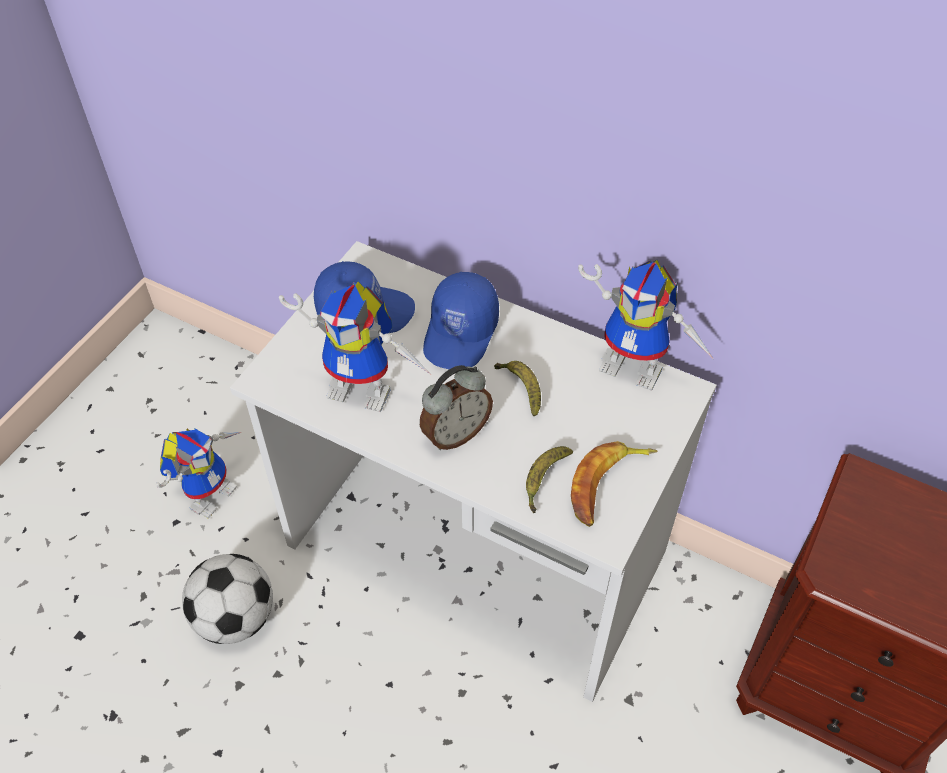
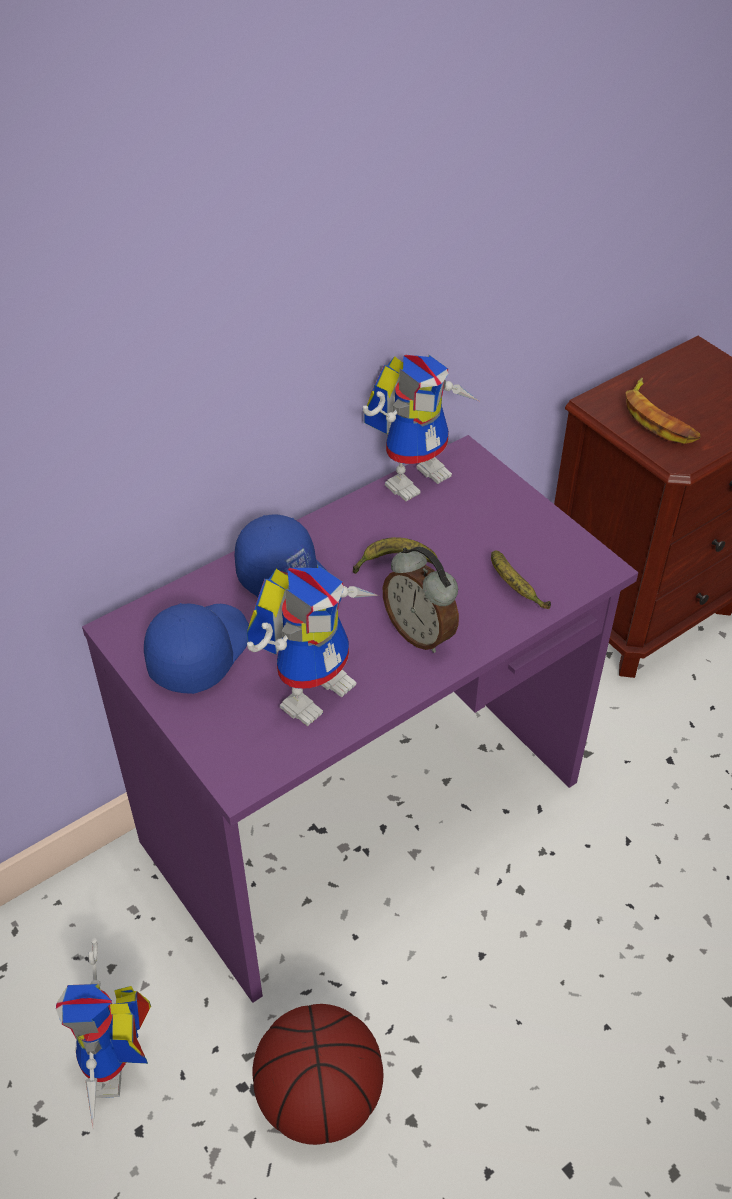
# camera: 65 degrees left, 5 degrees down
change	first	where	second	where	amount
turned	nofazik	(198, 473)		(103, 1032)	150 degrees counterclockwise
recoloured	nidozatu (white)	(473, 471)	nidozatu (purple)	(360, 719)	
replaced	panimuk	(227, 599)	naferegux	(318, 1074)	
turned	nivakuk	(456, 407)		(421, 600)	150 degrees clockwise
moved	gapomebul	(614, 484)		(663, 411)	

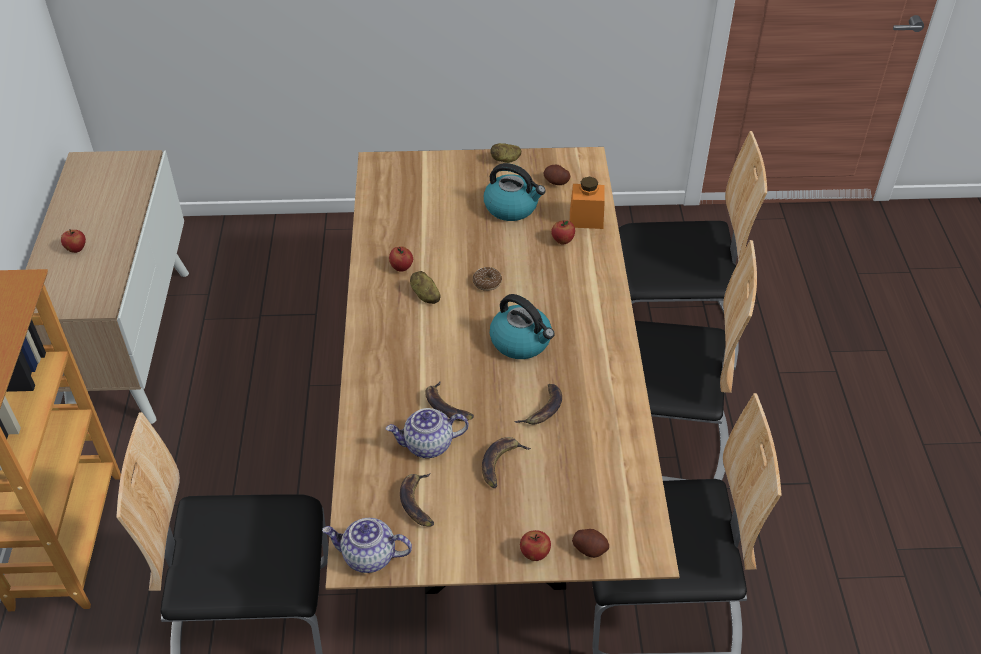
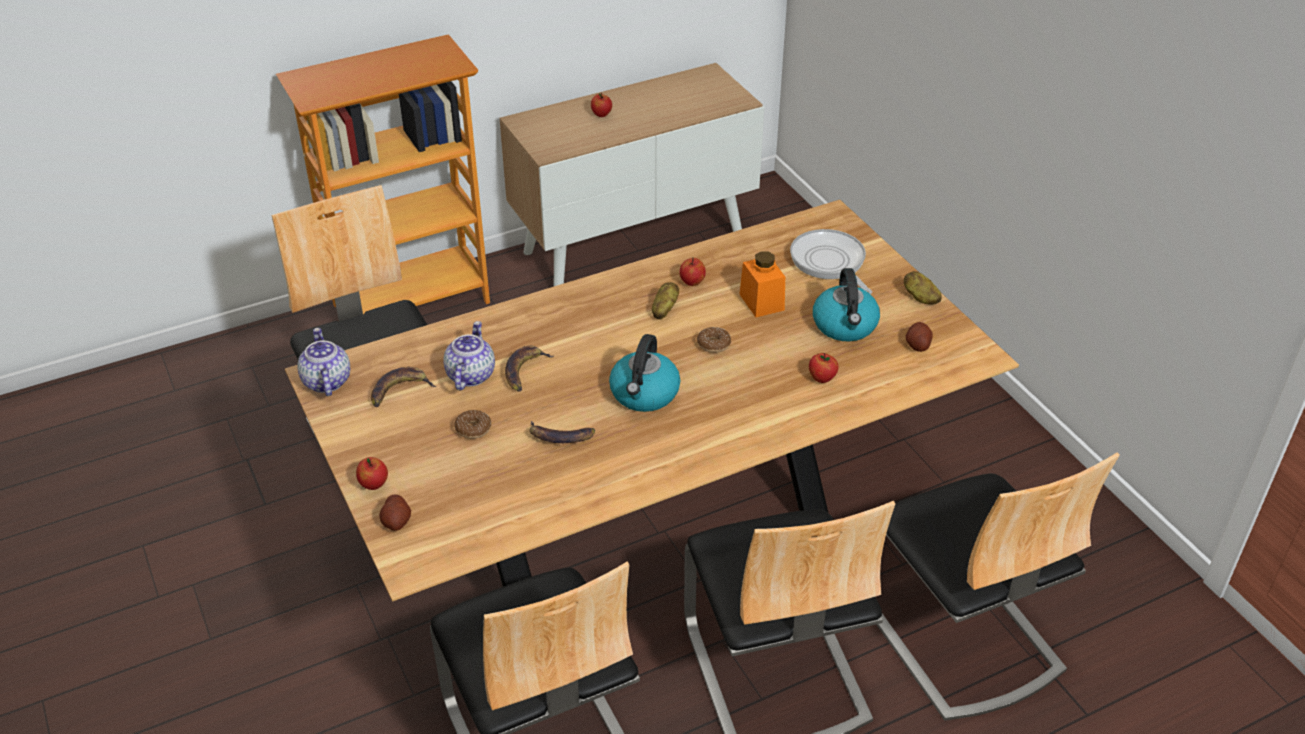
# camera: 65 degrees right, 5 degrees down
change	first	where	second	where	amount
turned	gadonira	(427, 433)		(469, 355)	45 degrees clockwise
replaced	gapomebul	(506, 462)	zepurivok	(472, 424)	
moved	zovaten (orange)	(587, 203)		(762, 284)	
added			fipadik	(831, 261)	

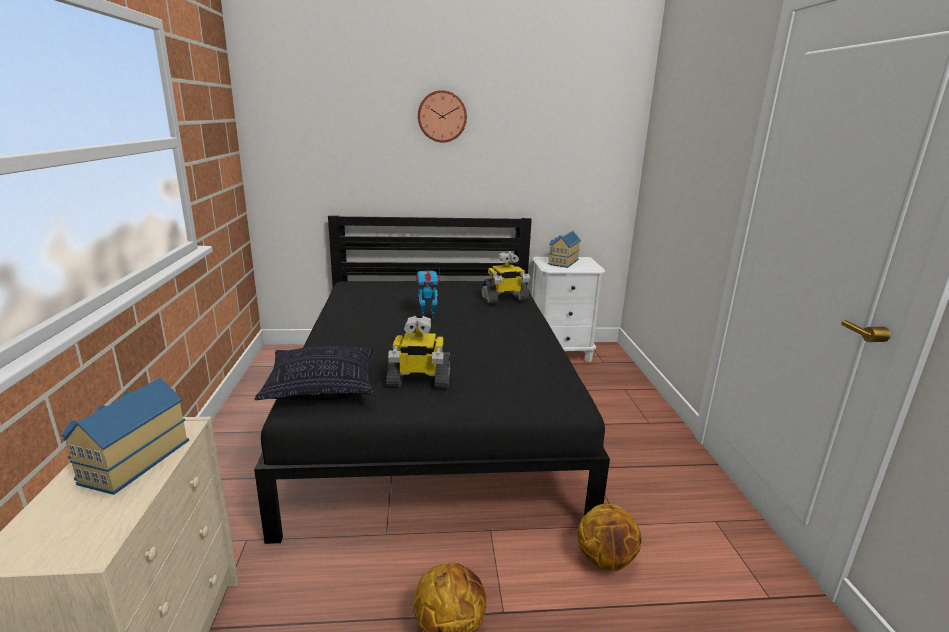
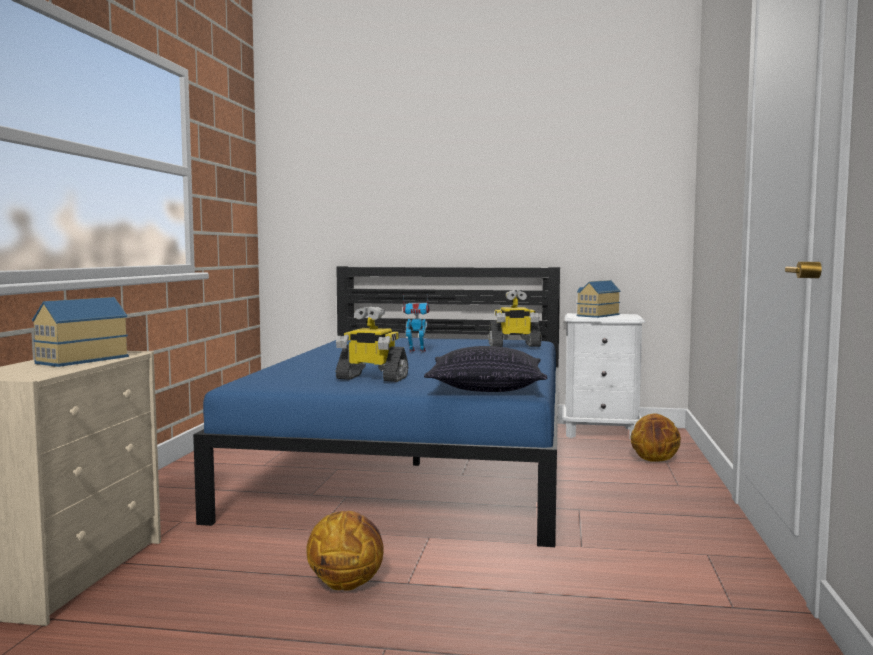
# camera: 15 degrees right, 15 degrees down
change	first	where	second	where	amount
recoloured	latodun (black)	(432, 379)	latodun (blue)	(376, 406)	
moved	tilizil	(314, 373)		(486, 369)	
moved	naferegux	(609, 537)		(656, 438)	
removed	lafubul	(442, 116)			

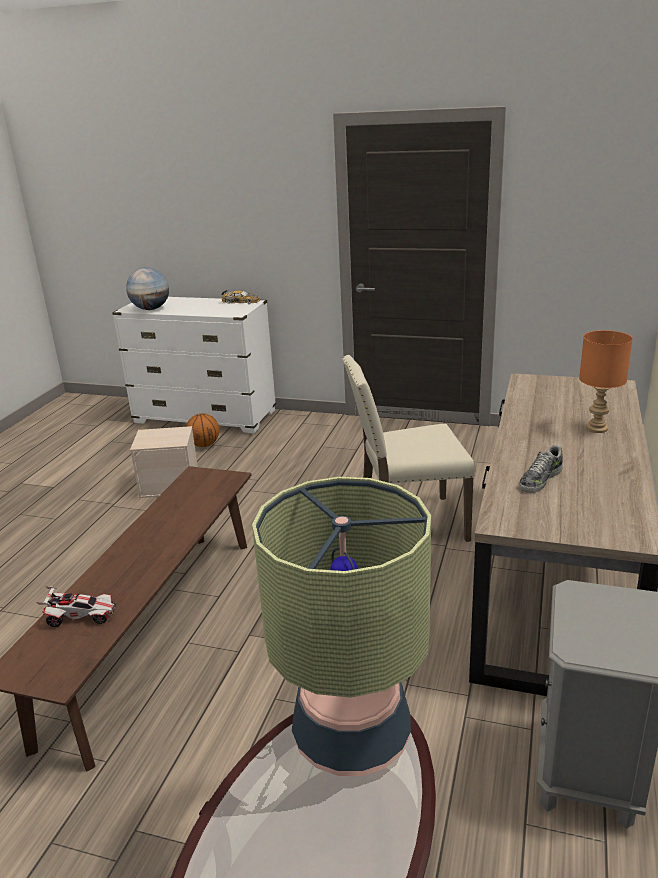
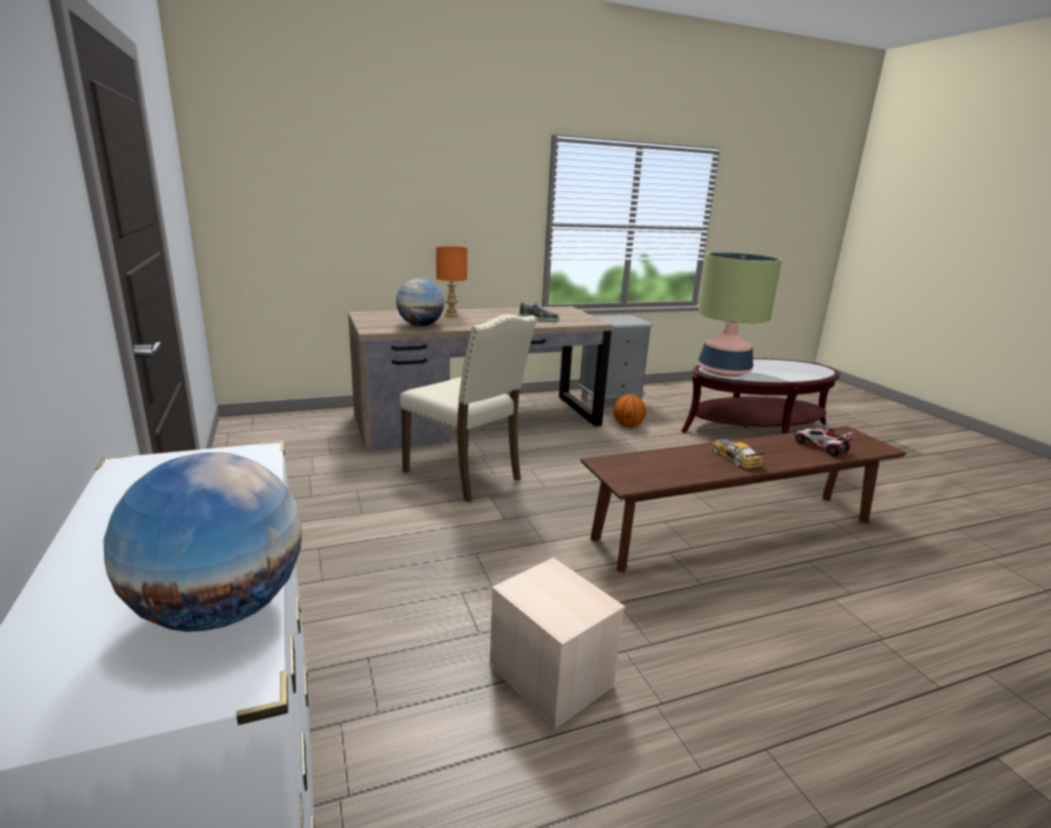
# camera: 130 degrees left, 5 degrees down
change	first	where	second	where	amount
added			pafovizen	(420, 302)	
moved	naferegux	(202, 430)		(629, 410)	
moved	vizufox	(241, 297)		(737, 453)	

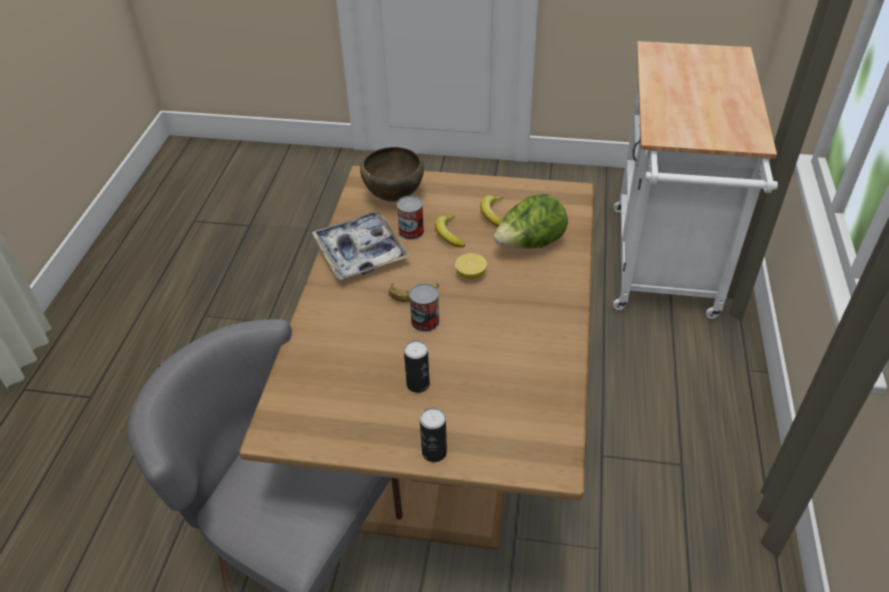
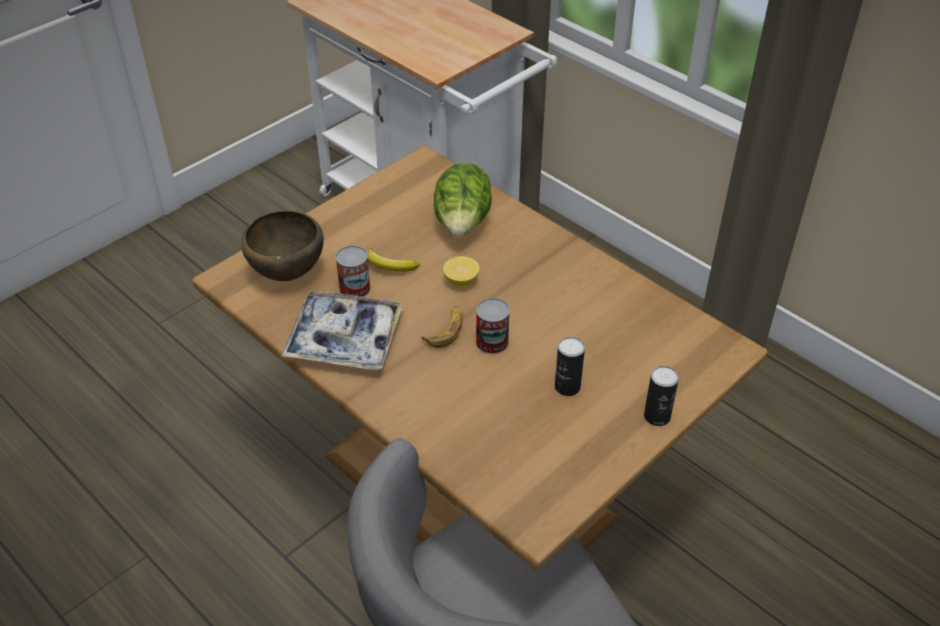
# camera: 55 degrees left, 0 degrees up
change	first	where	second	where	amount
removed	gapomebul	(491, 211)			

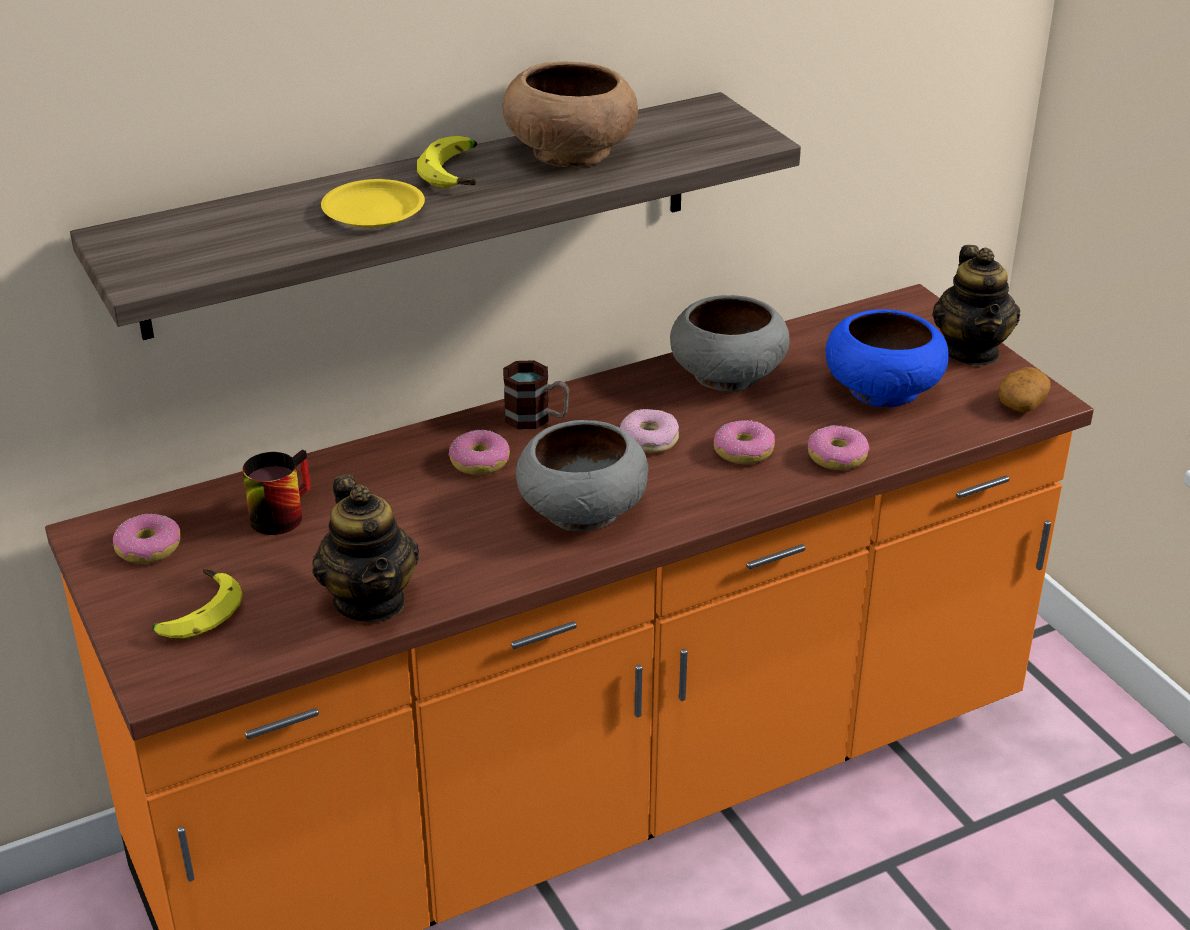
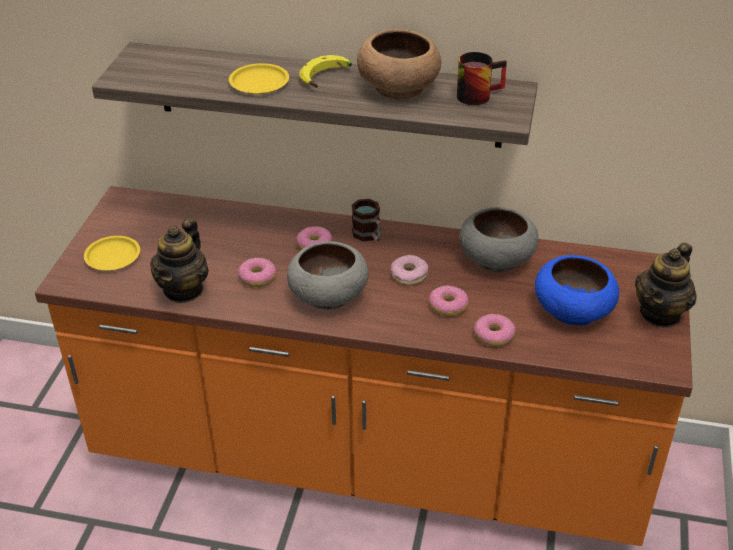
# camera: 40 degrees right, 5 degrees up
change	first	where	second	where	amount
replaced	gapomebul	(197, 604)	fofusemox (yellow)	(112, 253)	
moved	zepurivok	(147, 538)		(257, 272)	
moved	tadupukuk	(276, 492)		(482, 78)	
removed	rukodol	(1024, 390)			

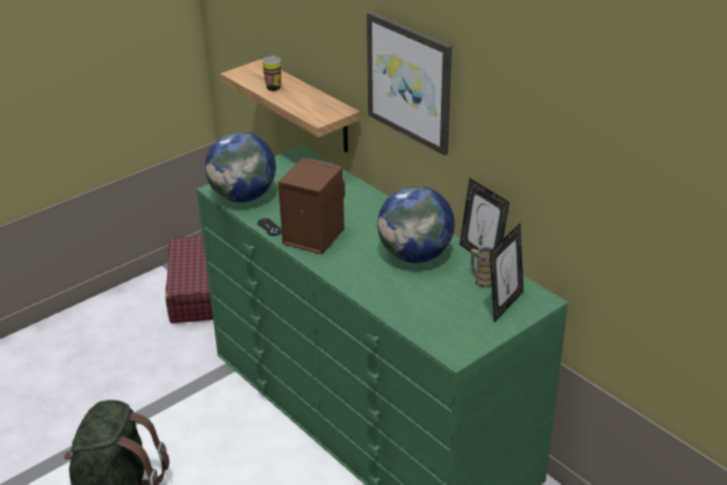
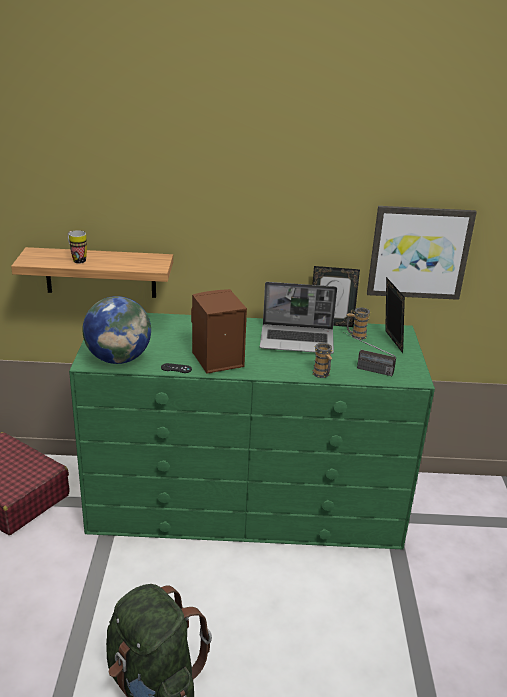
# camera: 50 degrees left, 5 degrees down
change	first	where	second	where	amount
replaced	pafovizen	(416, 224)	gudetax	(298, 318)	
added			tadupukuk	(322, 360)	
added			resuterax	(370, 354)	
moved	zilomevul	(409, 84)		(422, 253)	

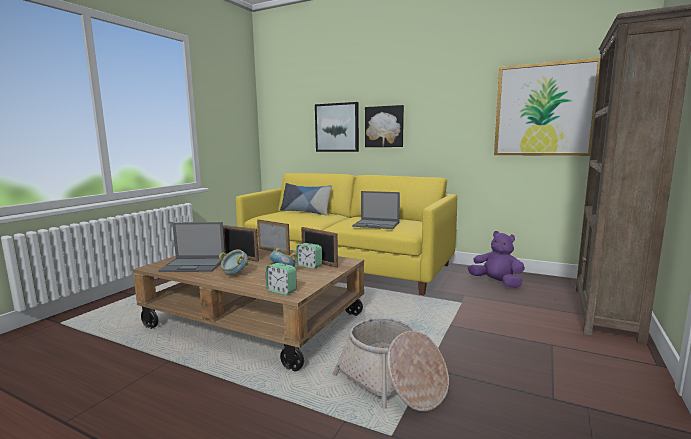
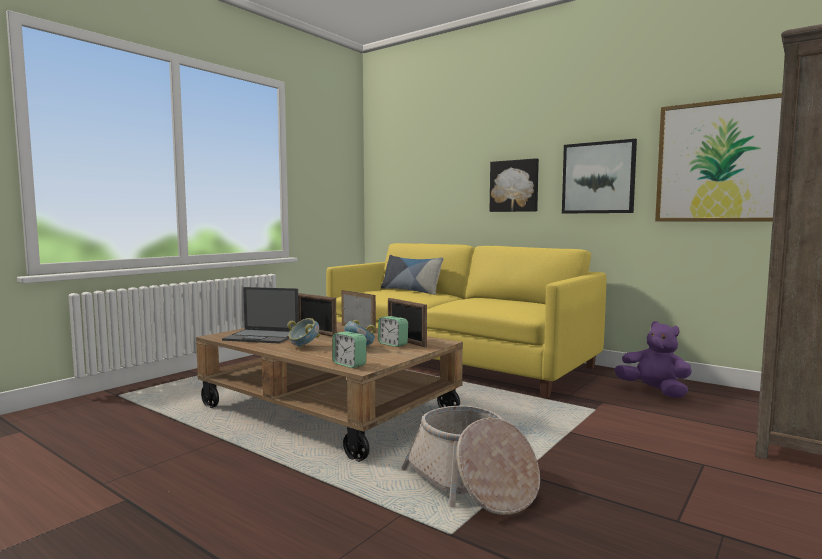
# camera: 10 degrees right, 5 degrees down
change	first	where	second	where	amount
moved	zilomevul	(337, 127)		(599, 176)	
removed	gudetax	(376, 210)			

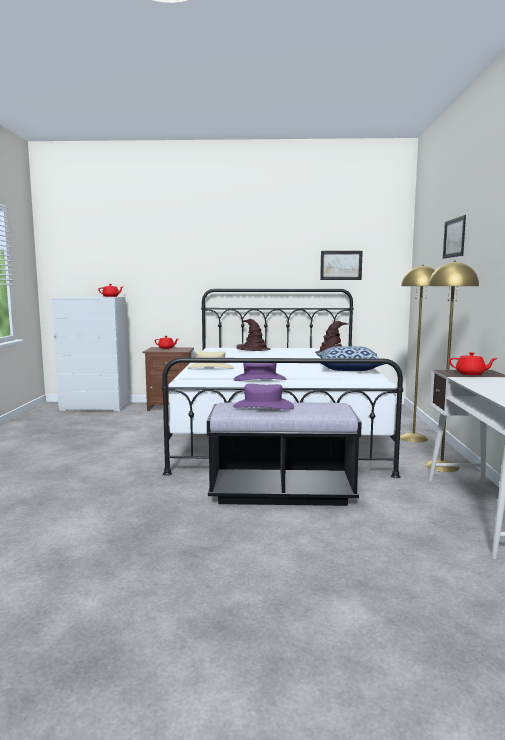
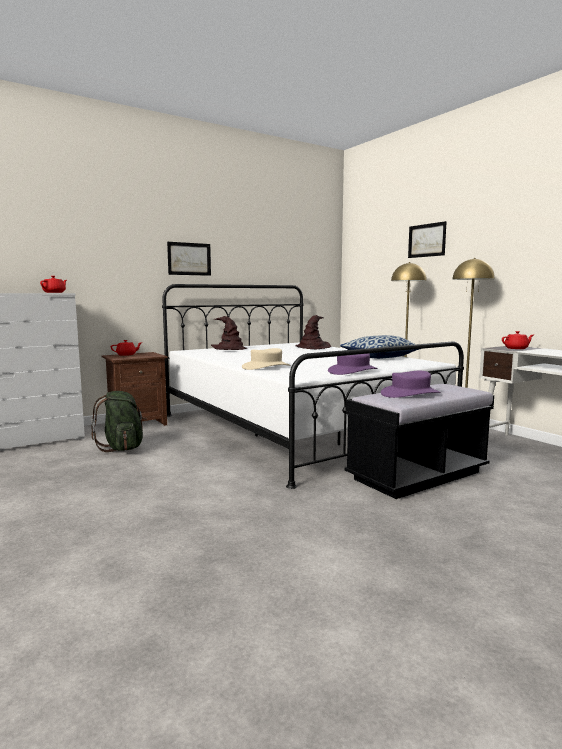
# camera: 35 degrees left, 0 degrees up
change	first	where	second	where	amount
added			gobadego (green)	(119, 421)	
moved	zilomevul	(341, 265)		(189, 259)	

